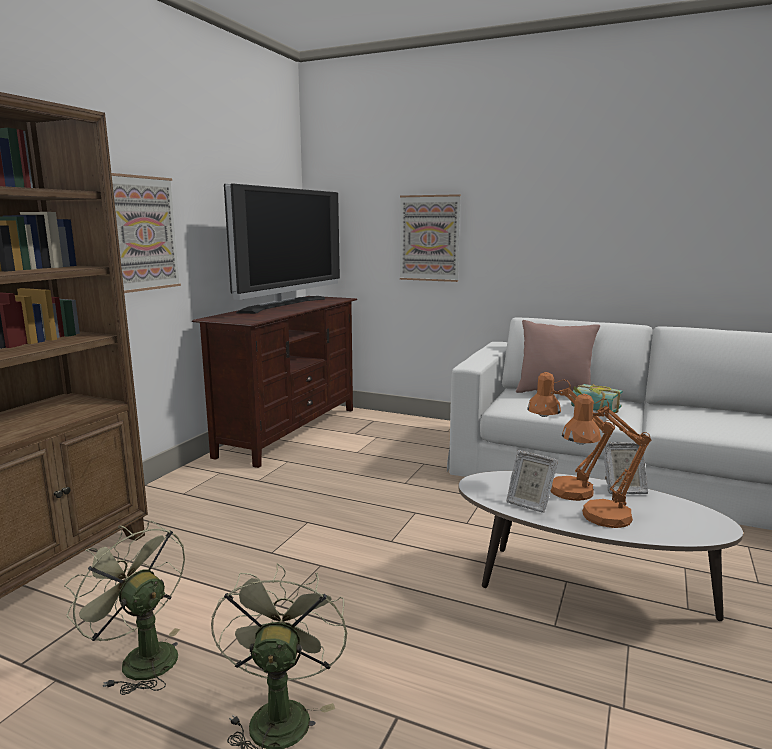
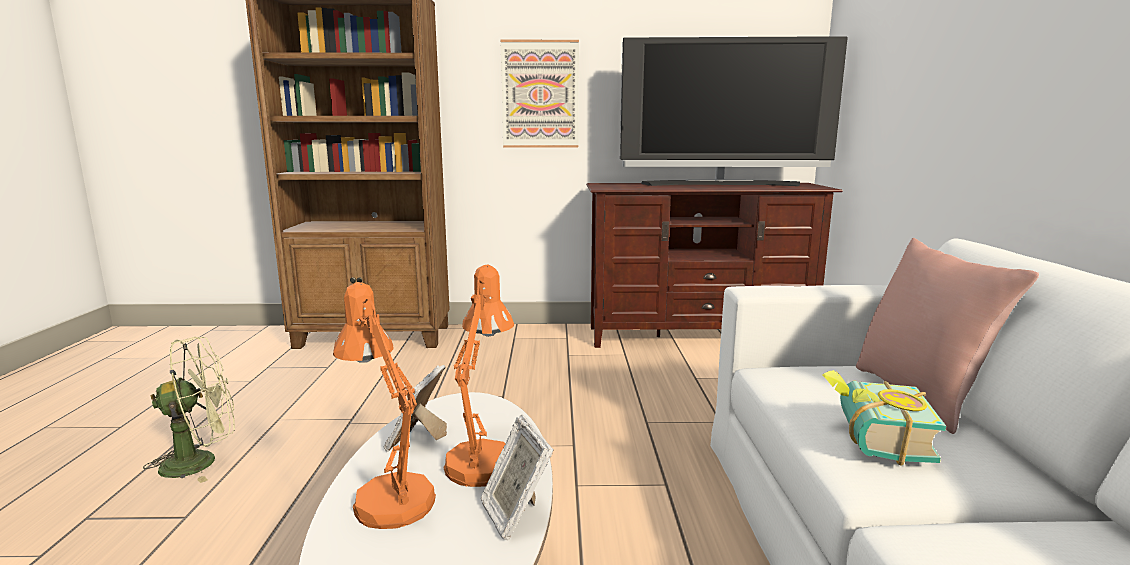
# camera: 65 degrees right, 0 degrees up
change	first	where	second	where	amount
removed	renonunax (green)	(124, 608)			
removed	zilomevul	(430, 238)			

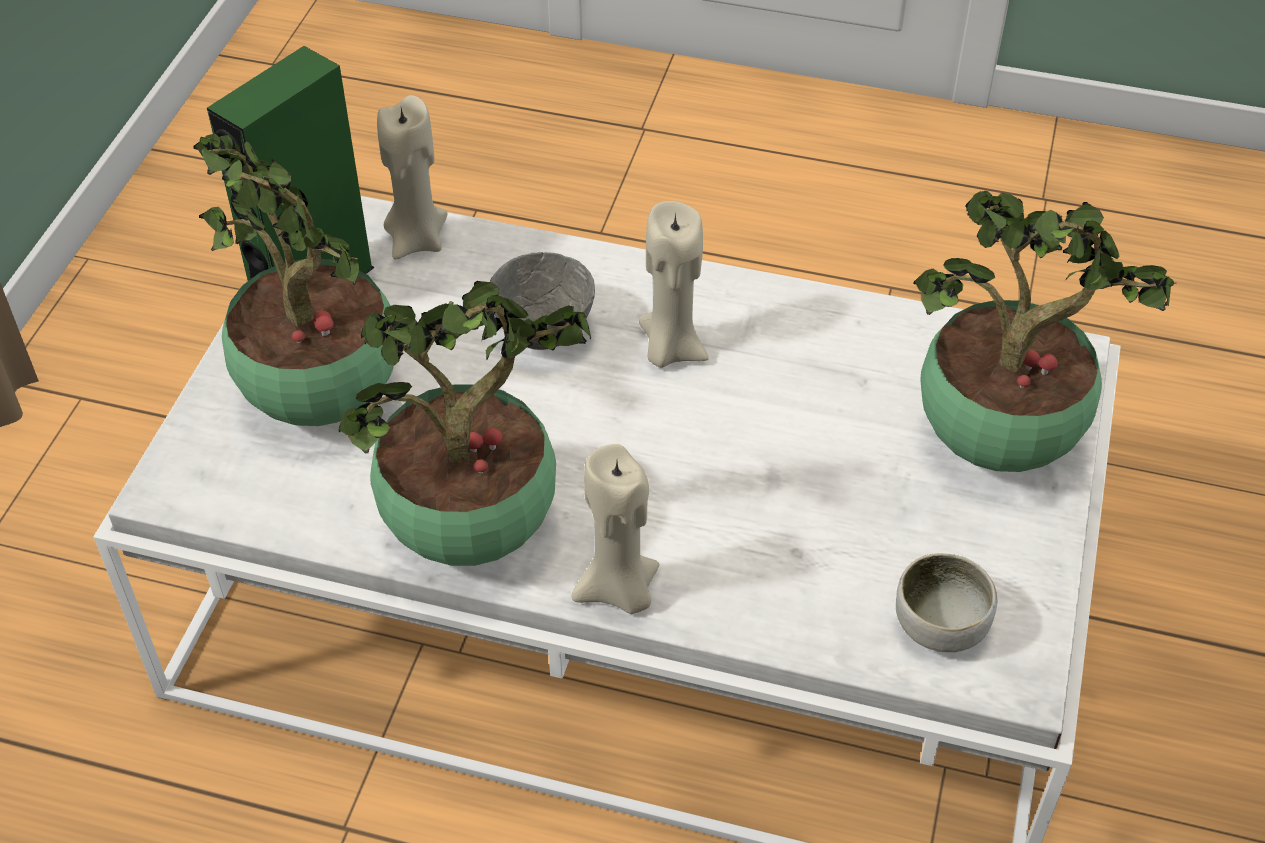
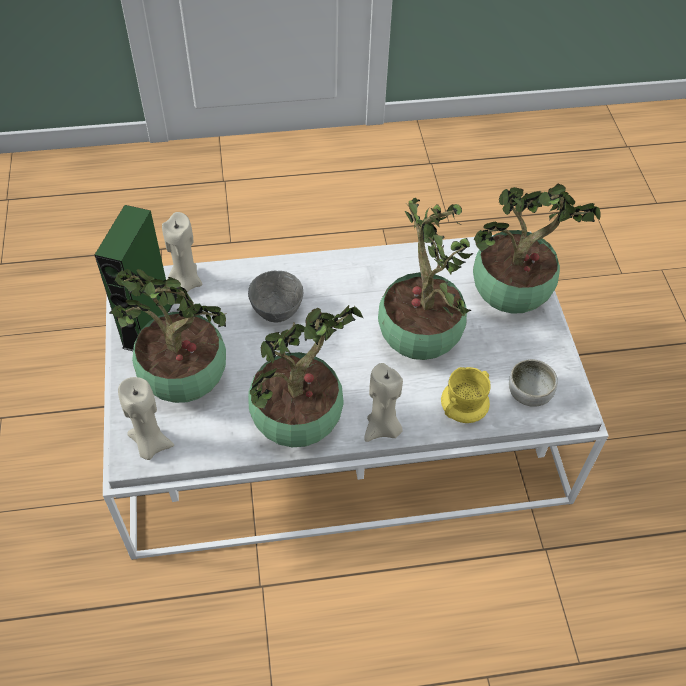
# camera: 25 degrees left, 5 degrees up
change	first	where	second	where	amount
moved	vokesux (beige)	(674, 284)		(146, 418)	
added			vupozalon	(425, 279)	
added			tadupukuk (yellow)	(466, 395)	

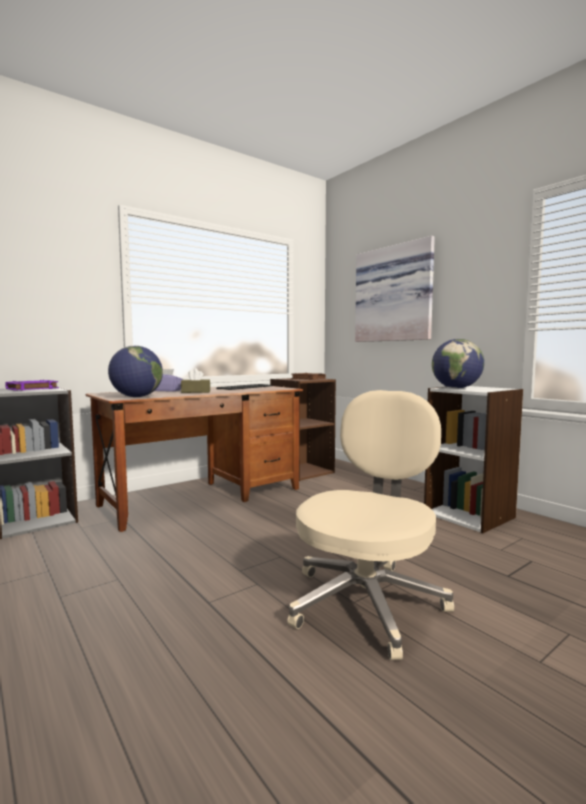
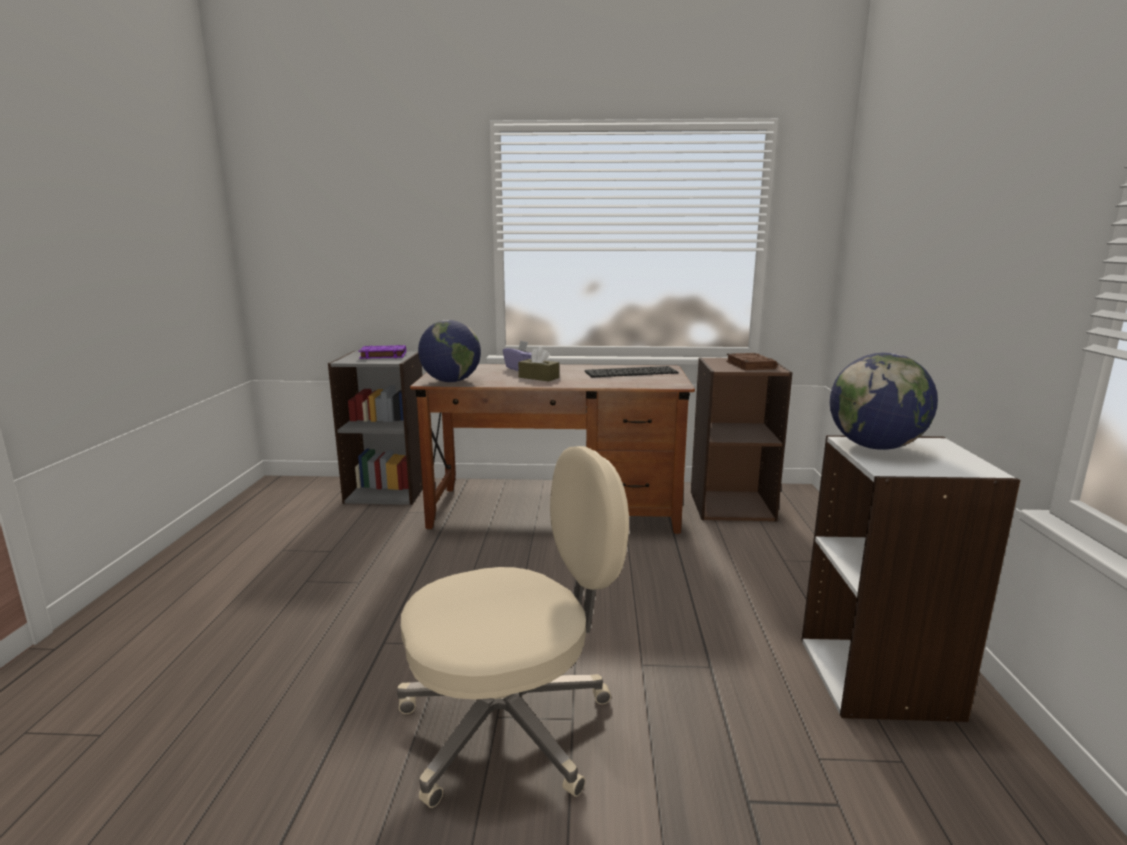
# camera: 40 degrees right, 10 degrees up
change	first	where	second	where	amount
removed	zilomevul	(395, 289)			

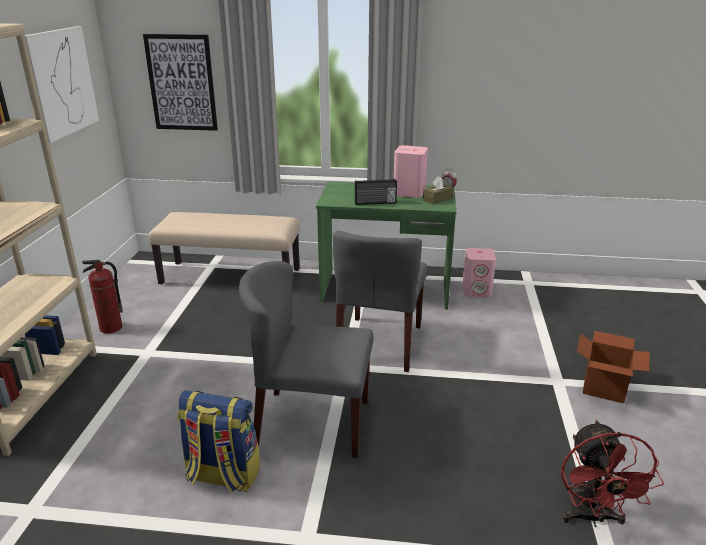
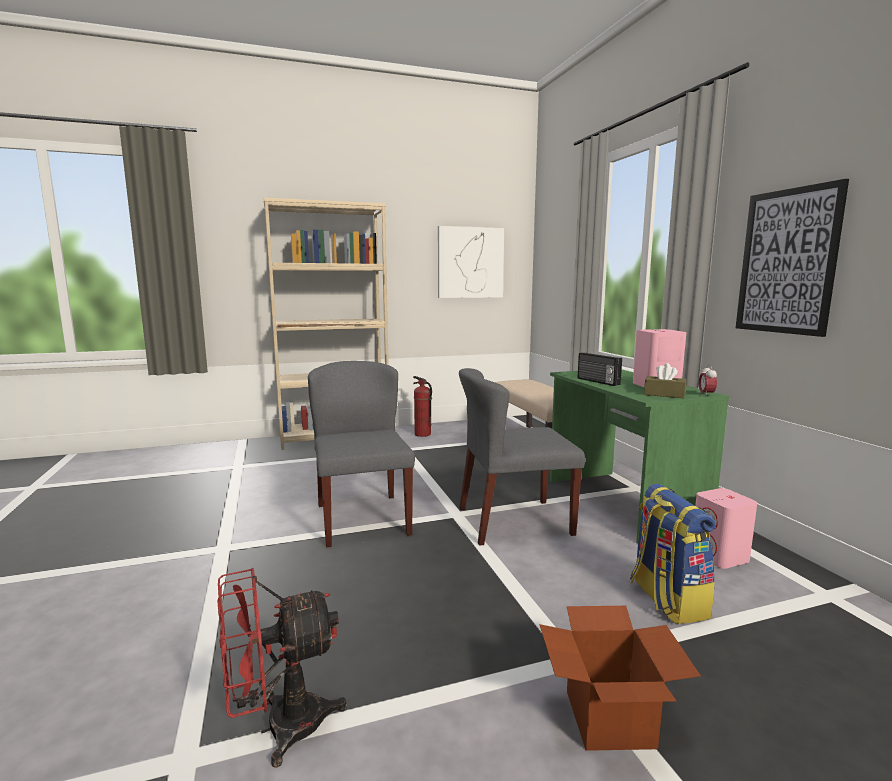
# camera: 65 degrees right, 15 degrees down
change	first	where	second	where	amount
moved	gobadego	(218, 441)		(673, 554)	
moved	zilomevul	(180, 82)		(792, 258)	

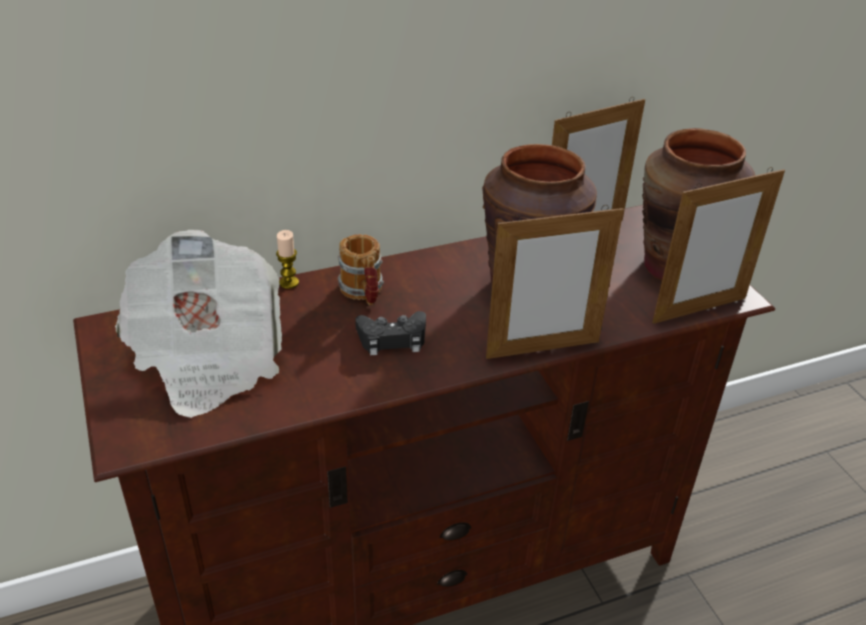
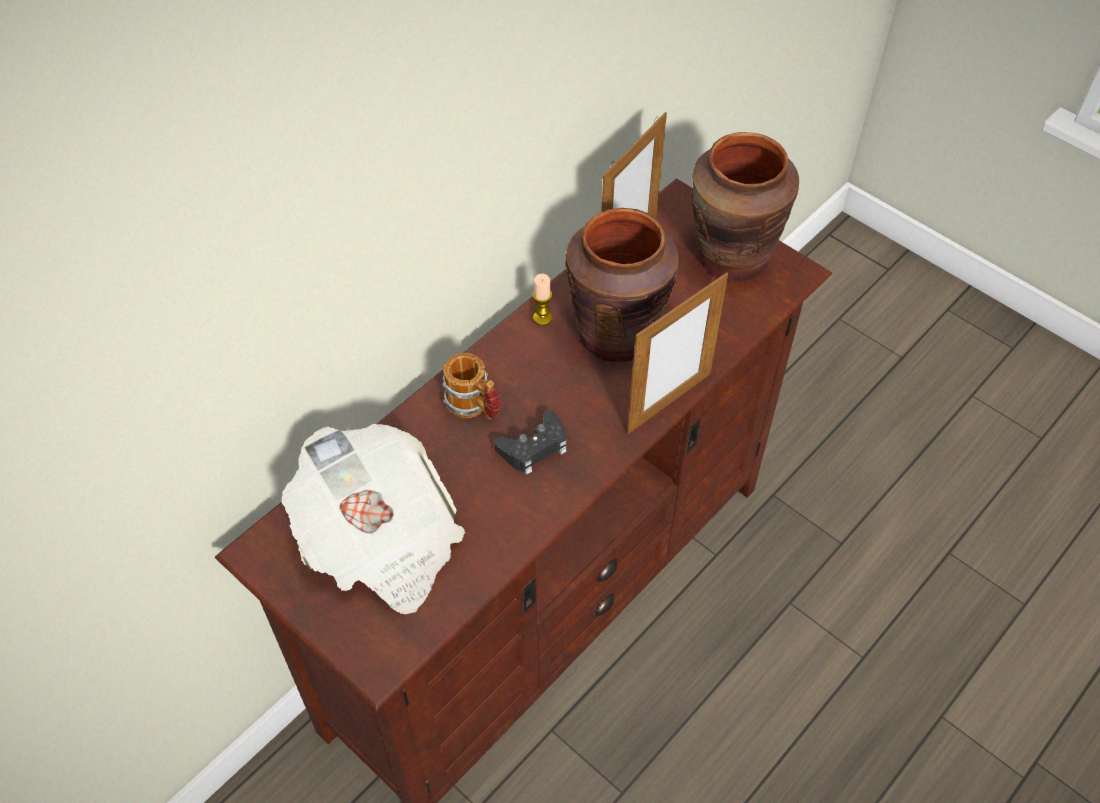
# camera: 25 degrees left, 15 degrees up
change	first	where	second	where	amount
moved	vokesux	(287, 259)		(542, 299)	
removed	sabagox	(718, 245)			

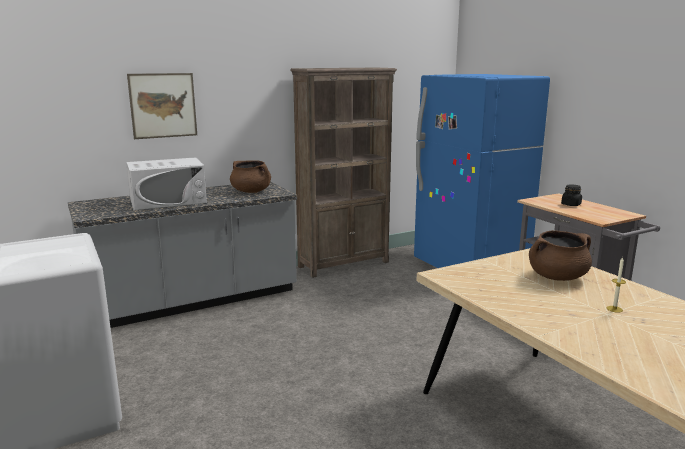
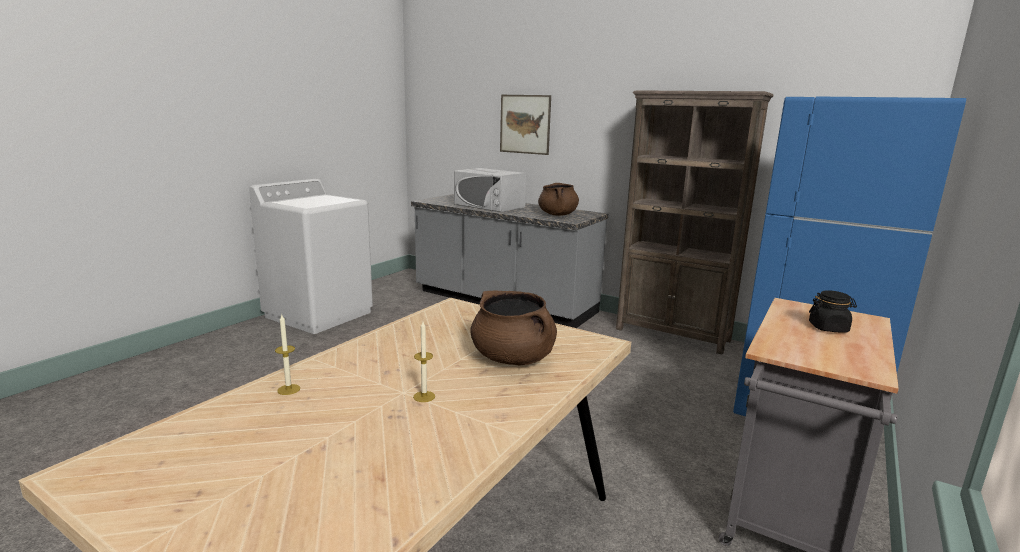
# camera: 60 degrees right, 0 degrees up
change	first	where	second	where	amount
added			vokesux	(287, 355)	

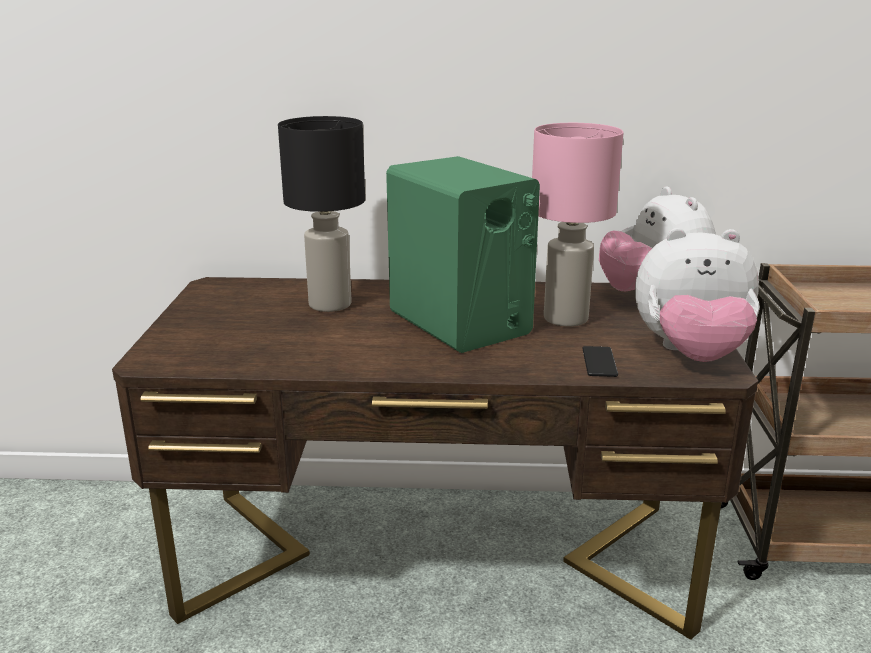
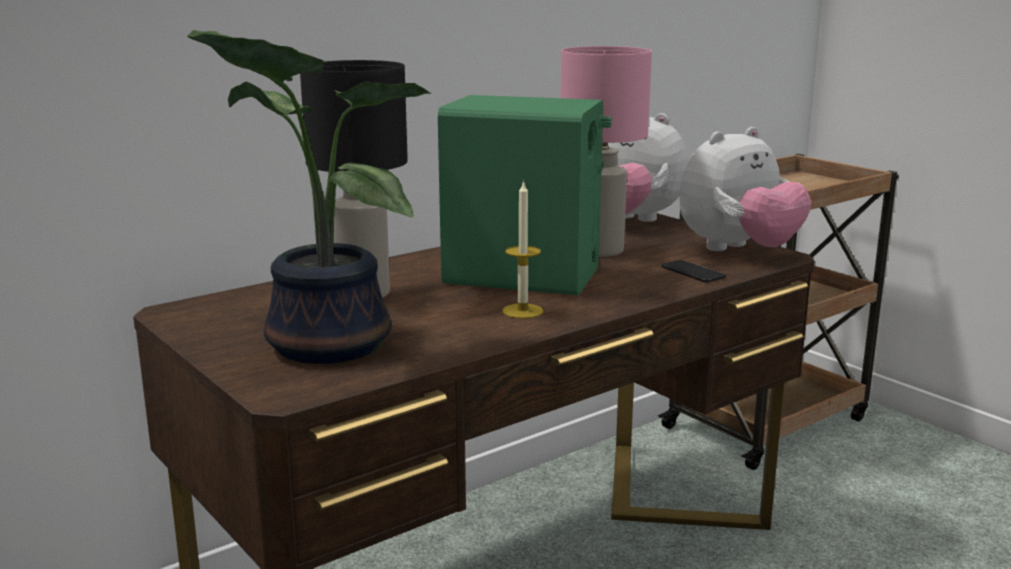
# camera: 40 degrees left, 5 degrees down
change	first	where	second	where	amount
added			vupozalon	(309, 197)	
added			vokesux	(522, 249)	

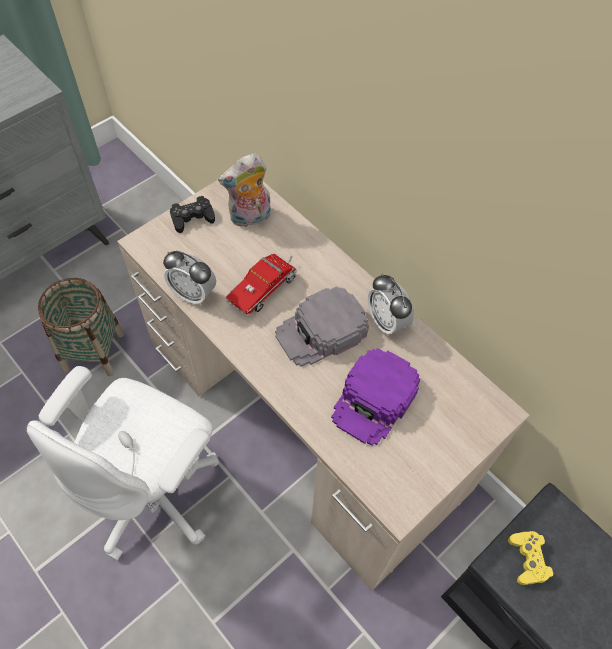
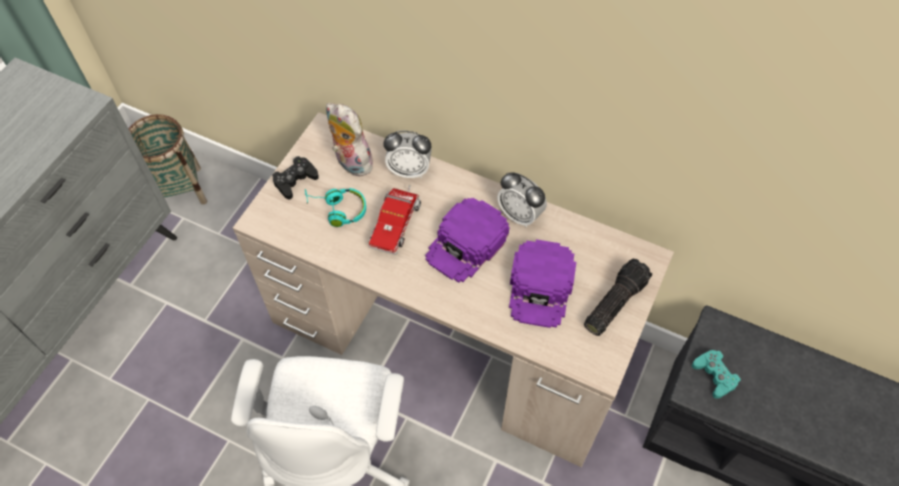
# camera: 20 degrees left, 0 degrees up
change	first	where	second	where	amount
moved	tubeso	(81, 327)		(168, 159)	
added			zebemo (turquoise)	(335, 207)	
turned	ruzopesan	(244, 190)		(350, 139)	90 degrees clockwise
moved	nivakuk	(189, 278)		(408, 154)	
recoloured	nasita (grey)	(322, 326)	nasita (purple)	(467, 240)	
added			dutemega	(618, 297)	
recoloured	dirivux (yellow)	(531, 558)	dirivux (turquoise)	(716, 374)	

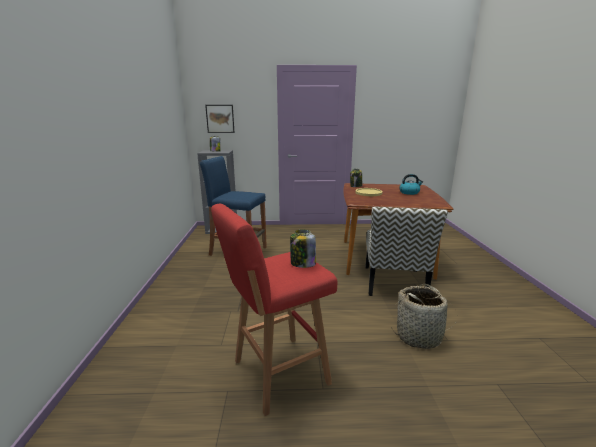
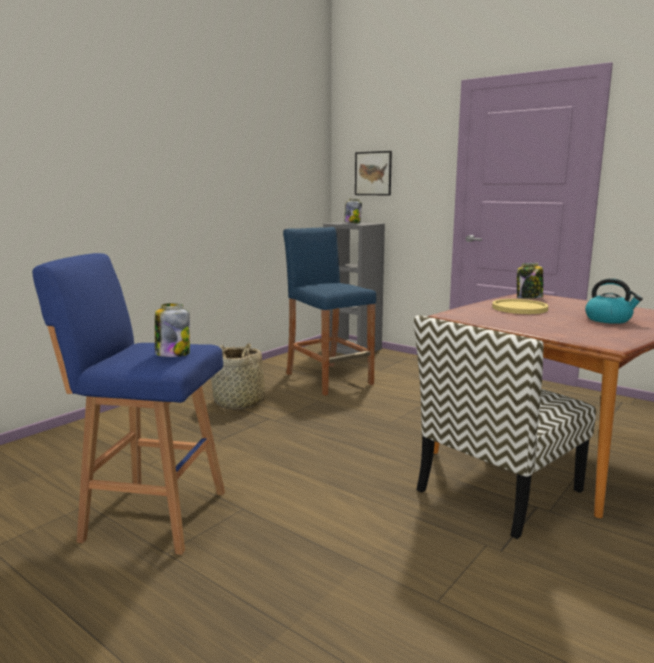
# camera: 40 degrees right, 5 degrees down
change	first	where	second	where	amount
recoloured	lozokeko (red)	(274, 310)	lozokeko (blue)	(128, 404)	
moved	tubeso	(424, 316)		(238, 376)	

